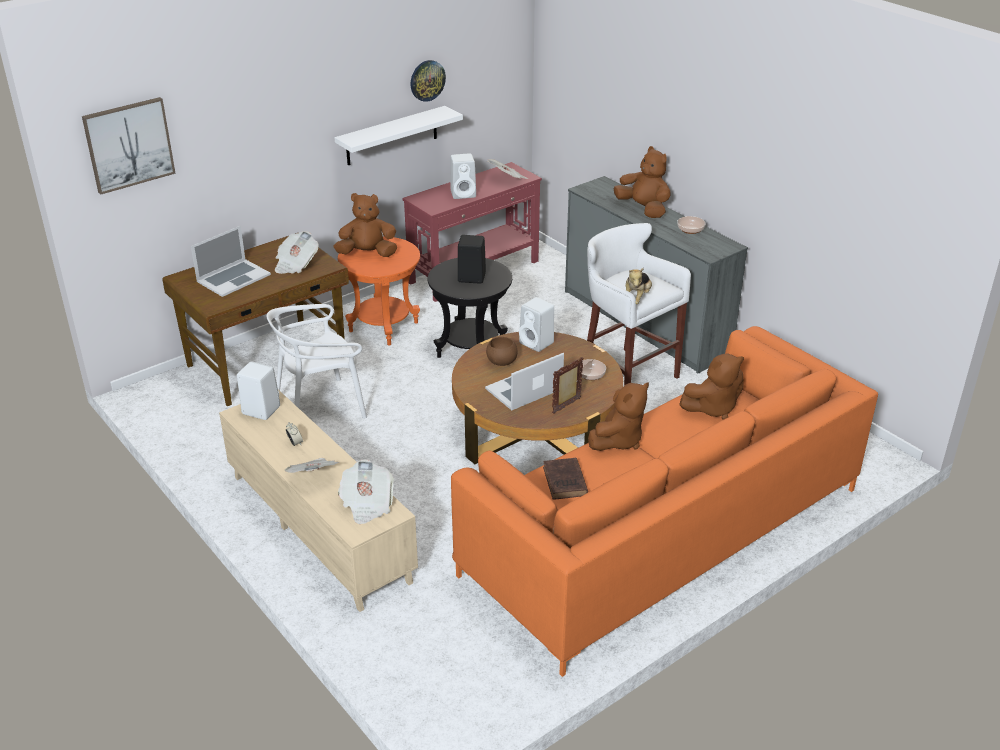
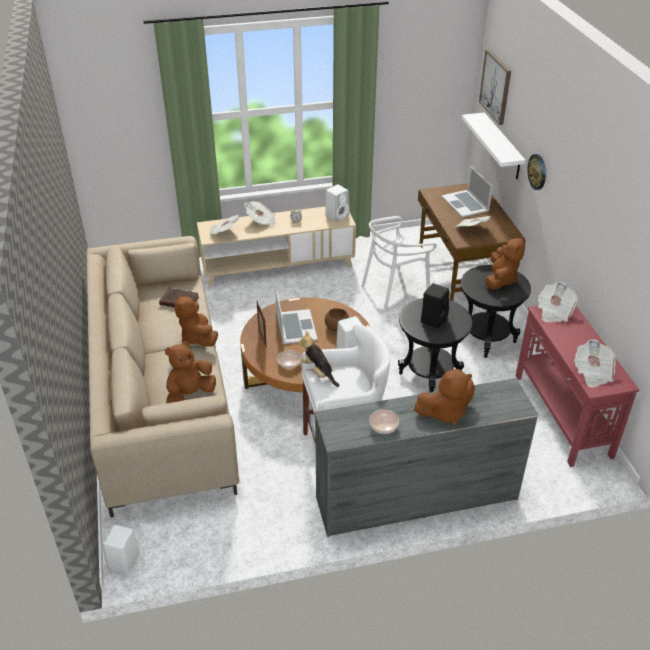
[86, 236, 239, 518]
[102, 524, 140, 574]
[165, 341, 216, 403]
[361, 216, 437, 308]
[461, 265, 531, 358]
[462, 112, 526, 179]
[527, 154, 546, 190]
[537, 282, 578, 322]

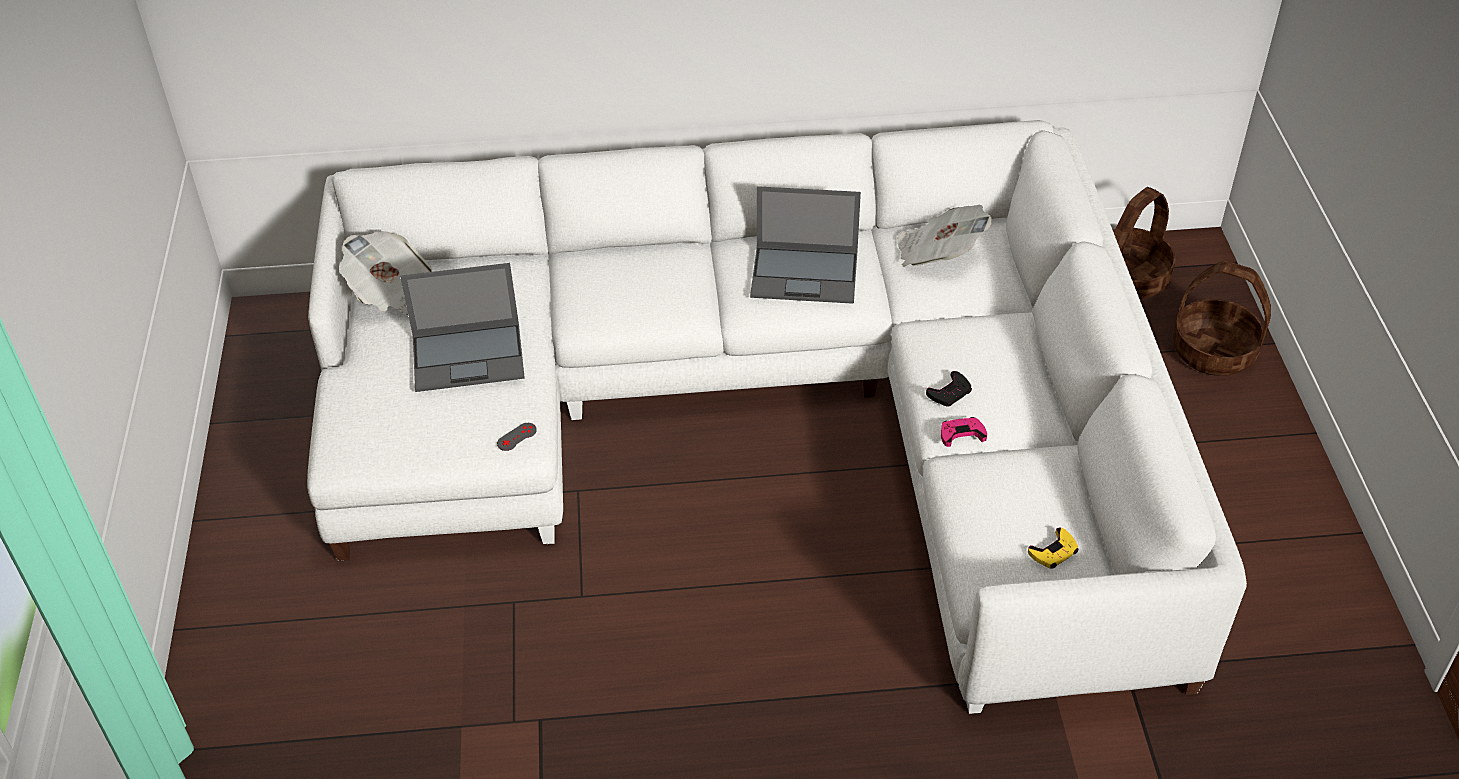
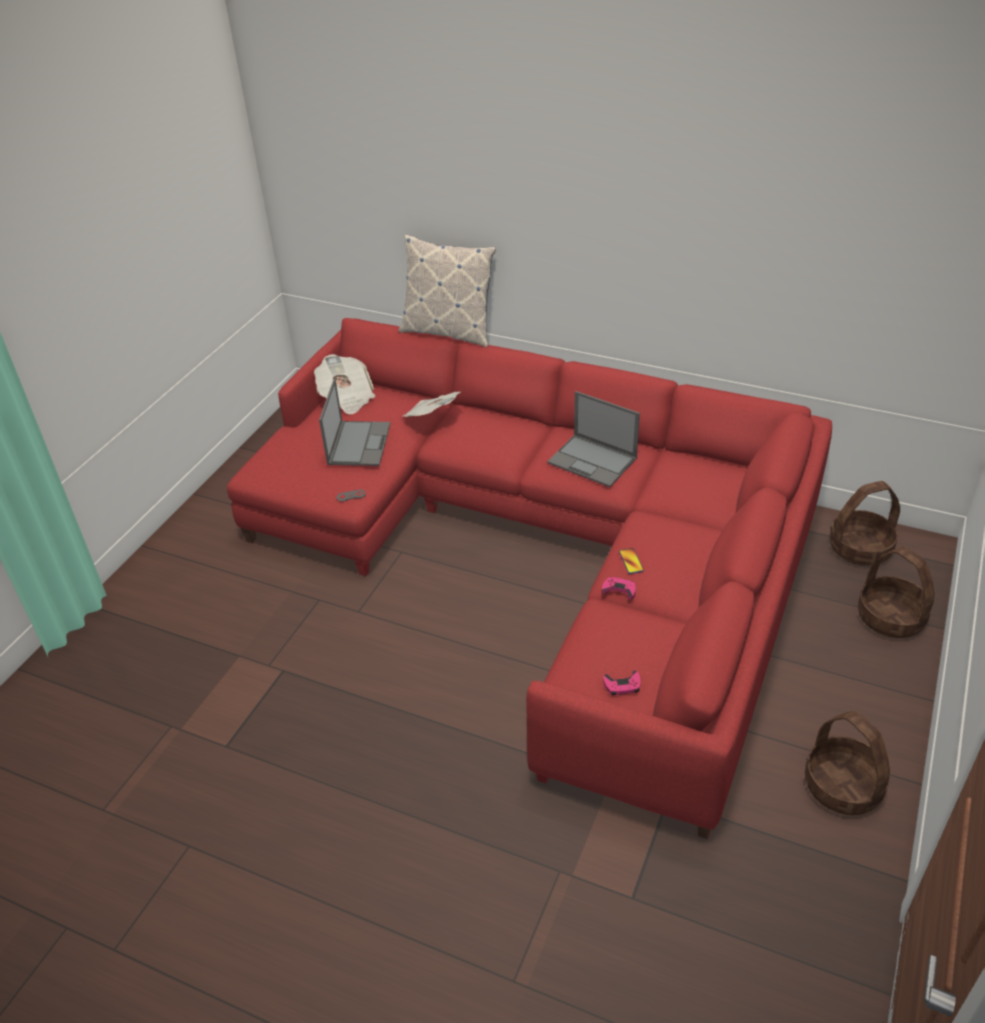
[227, 318, 832, 839]
[319, 379, 391, 466]
[398, 234, 496, 348]
[402, 392, 461, 417]
[603, 670, 640, 695]
[619, 548, 644, 574]
[805, 711, 890, 815]

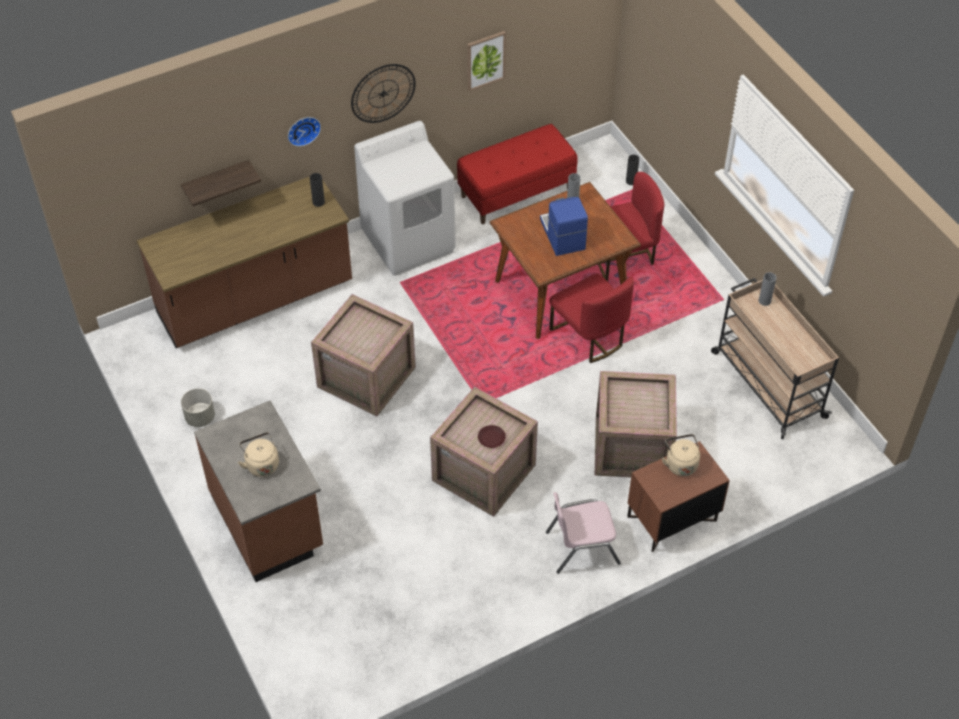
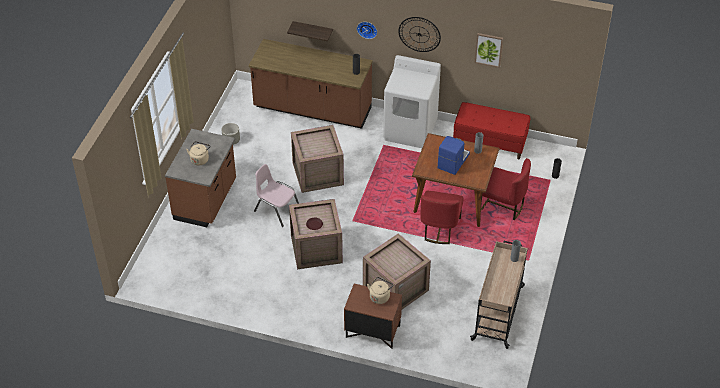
[254, 164, 299, 227]

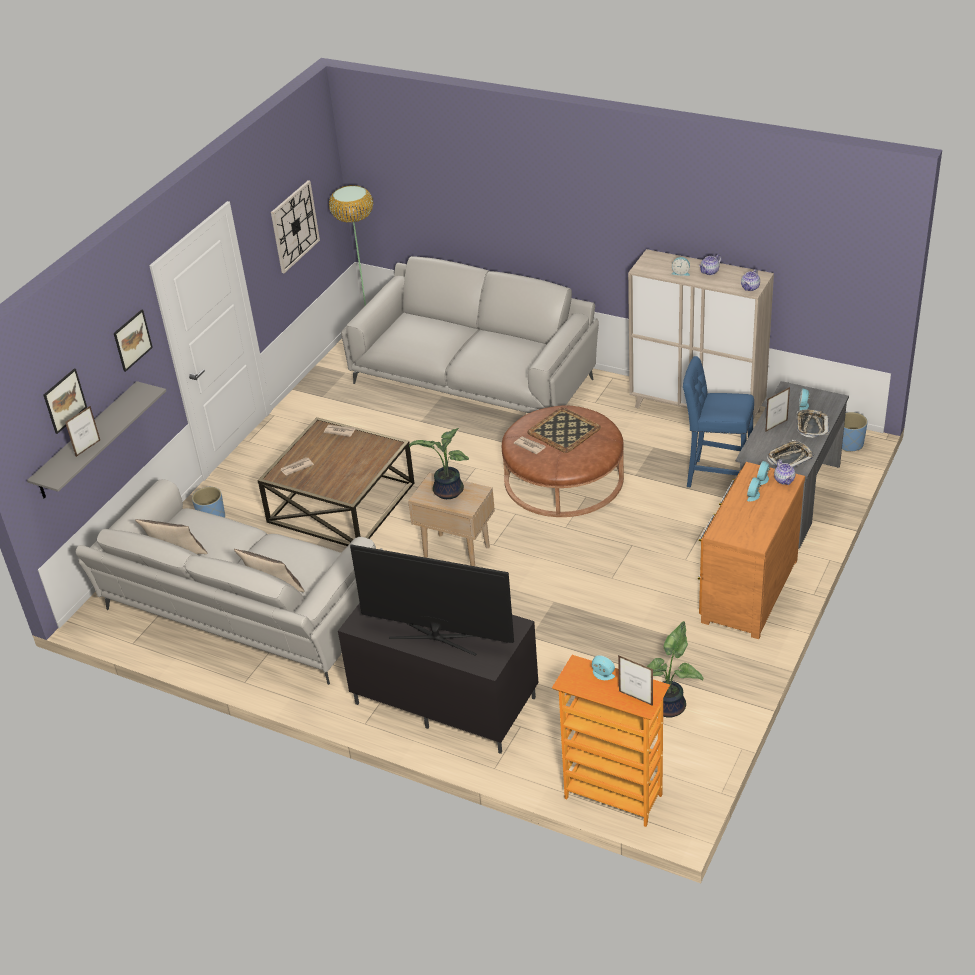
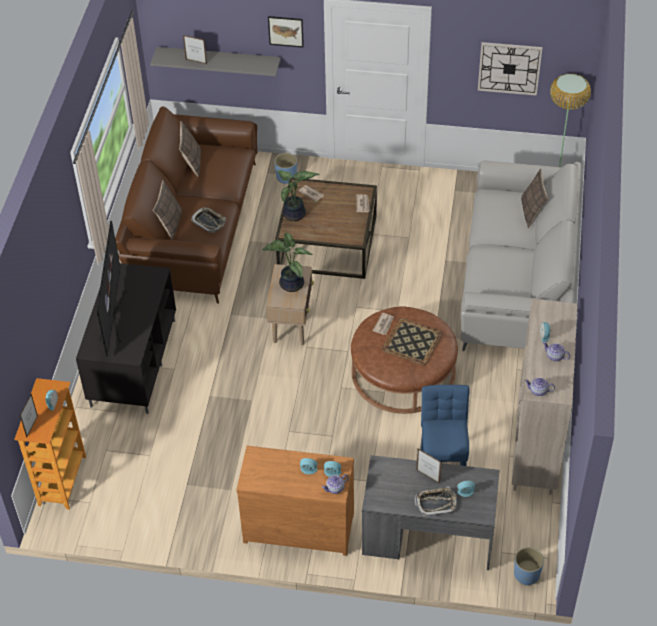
[115, 106, 257, 304]
[191, 207, 226, 233]
[277, 170, 320, 221]
[521, 168, 548, 228]
[44, 369, 87, 434] (first image)

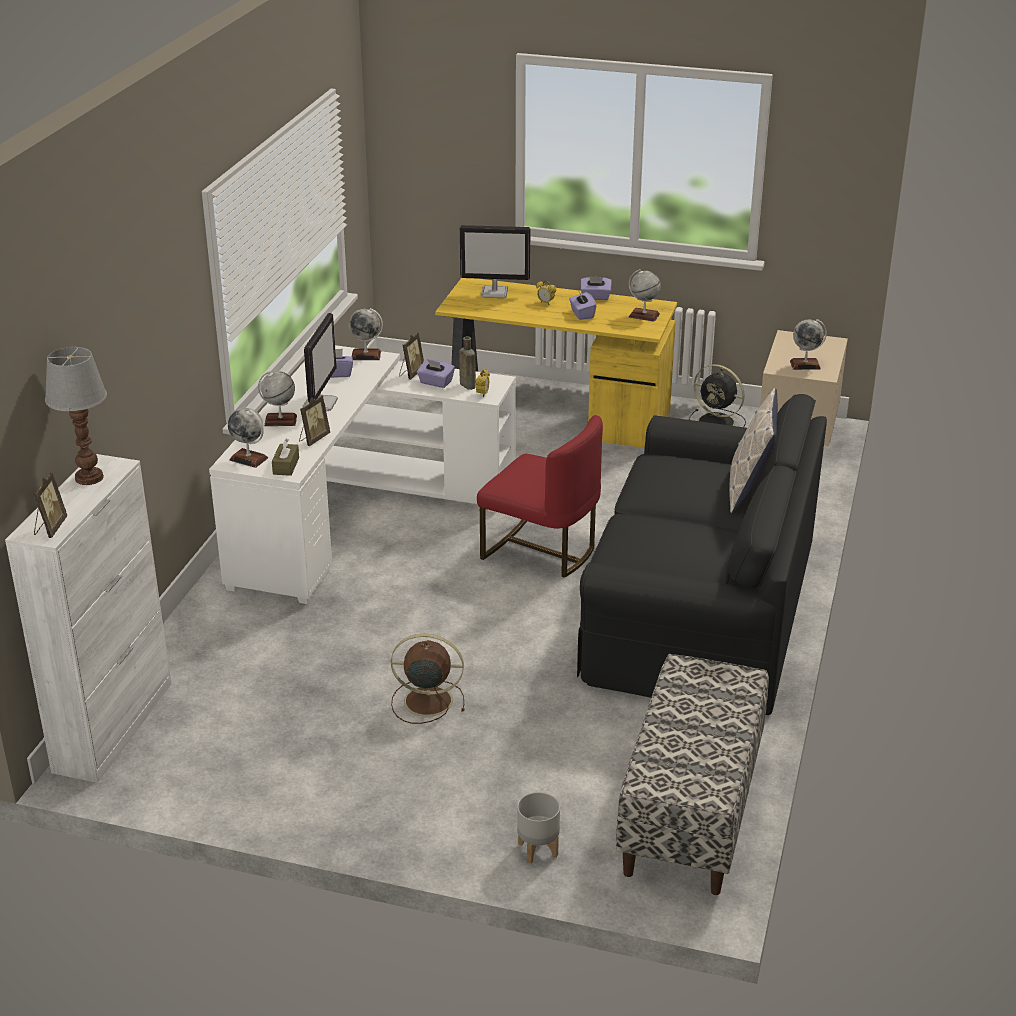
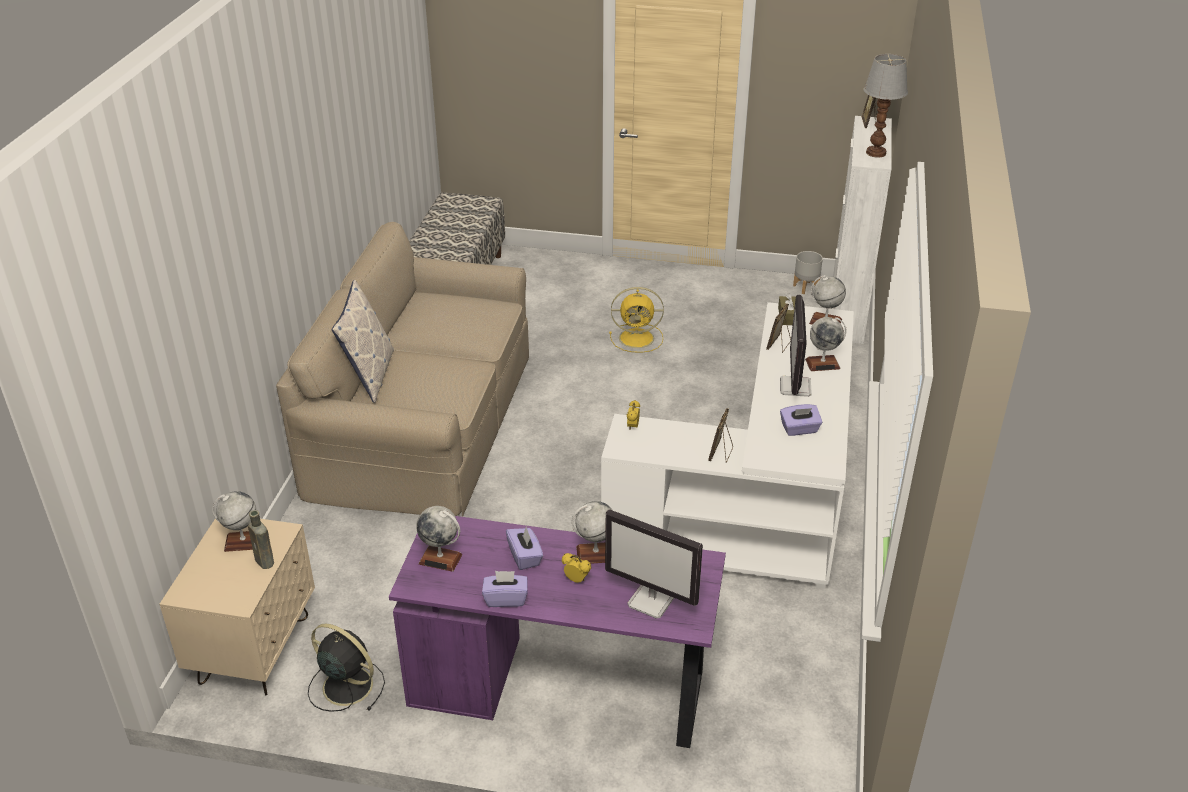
[248, 510, 274, 569]
[276, 222, 529, 517]
[389, 516, 726, 748]
[572, 501, 612, 564]
[605, 509, 703, 619]
[609, 287, 664, 353]
[793, 251, 823, 294]
[417, 359, 455, 388] (first image)
[477, 415, 603, 578] (first image)

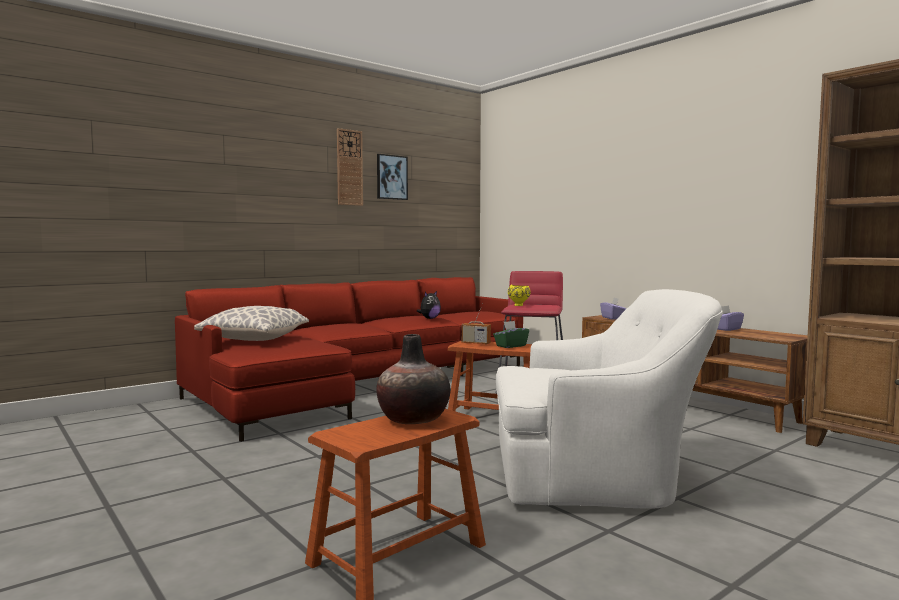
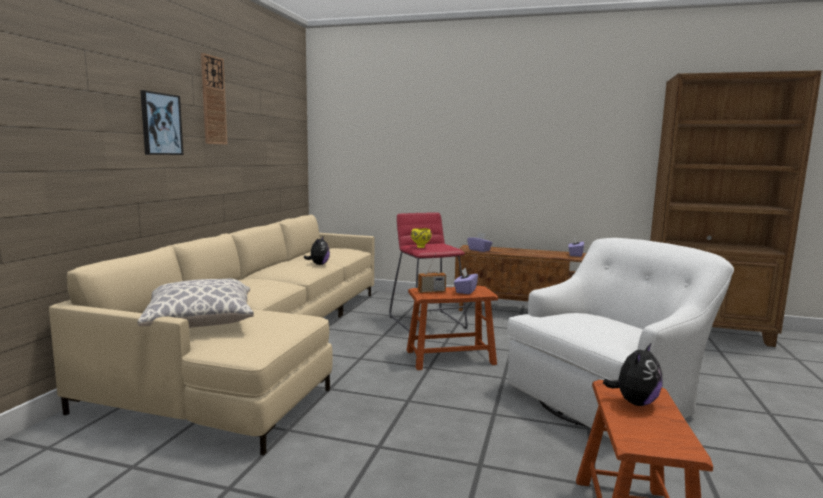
[49, 215, 374, 455]
[140, 90, 183, 155]
[454, 268, 478, 294]
[603, 342, 663, 406]

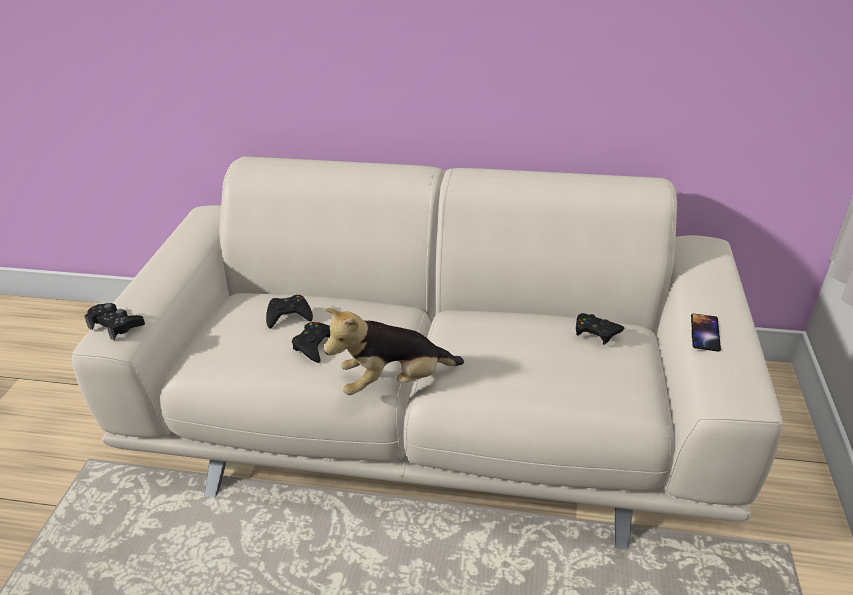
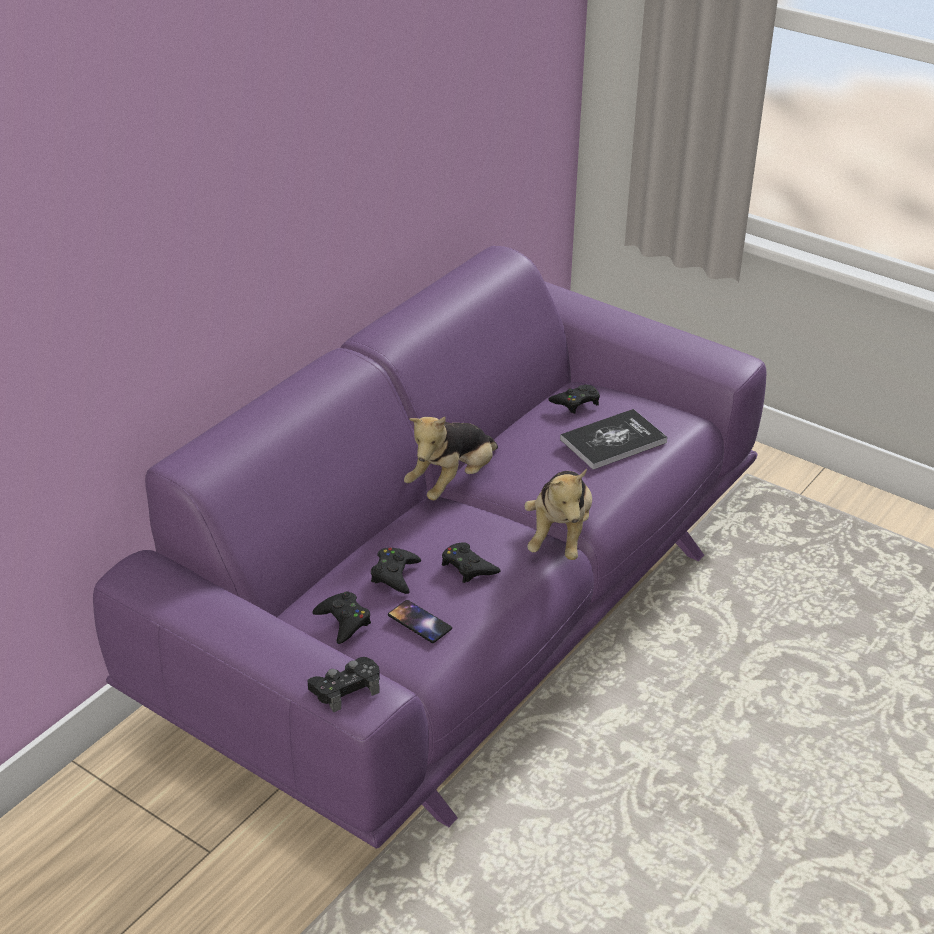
[93, 246, 766, 849]
[312, 591, 371, 644]
[388, 600, 452, 643]
[404, 417, 498, 500]
[560, 409, 668, 470]

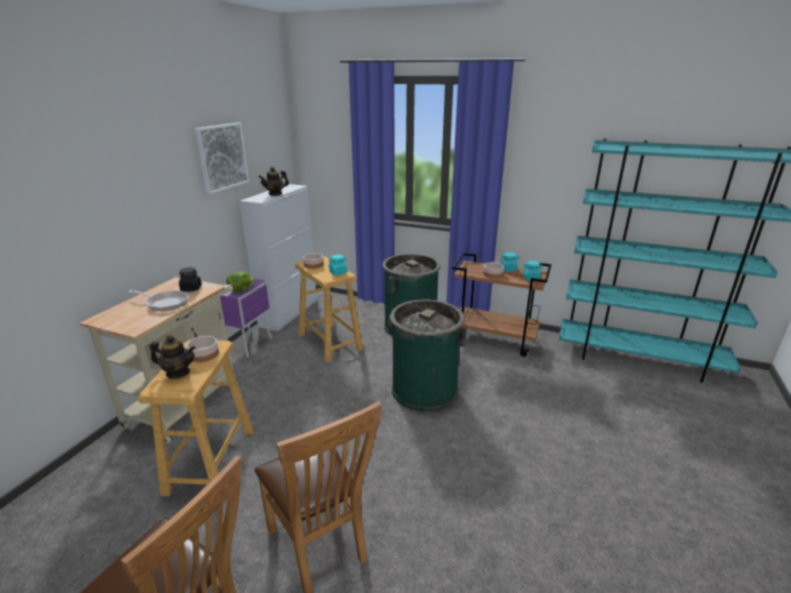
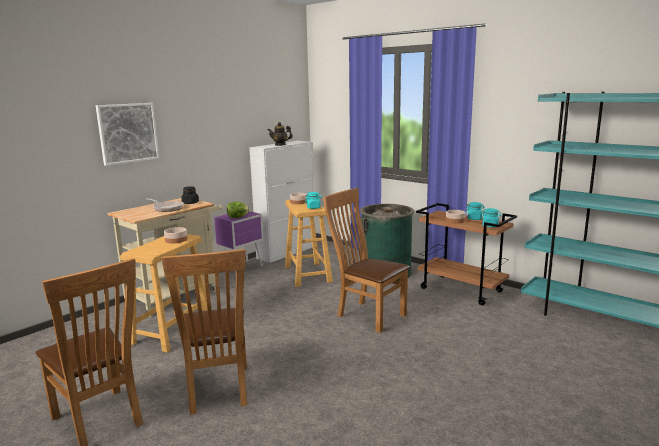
[96, 103, 159, 166]
[323, 188, 410, 333]
[150, 335, 196, 379] (first image)

